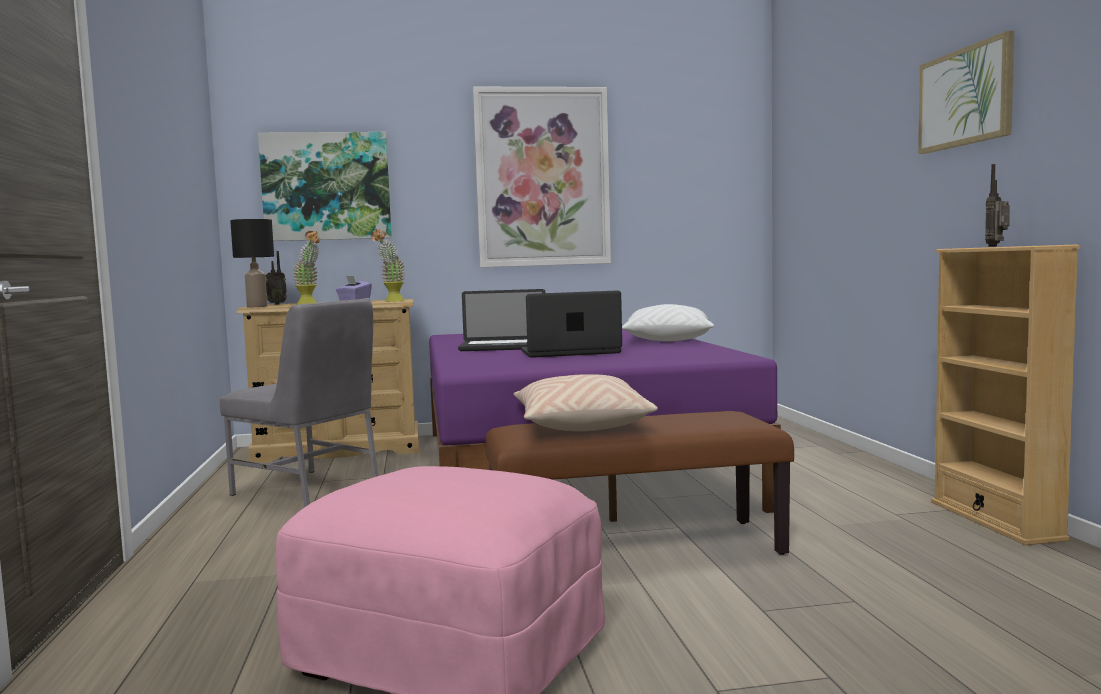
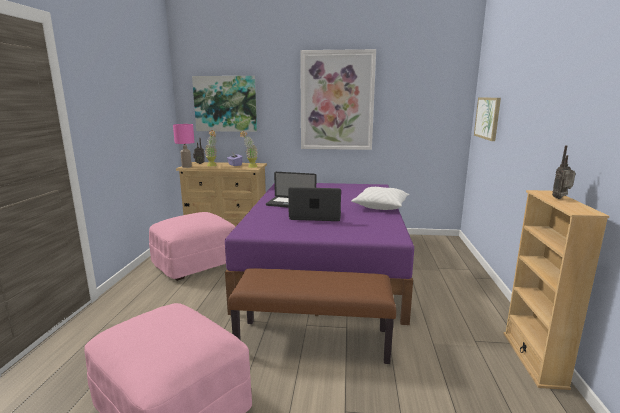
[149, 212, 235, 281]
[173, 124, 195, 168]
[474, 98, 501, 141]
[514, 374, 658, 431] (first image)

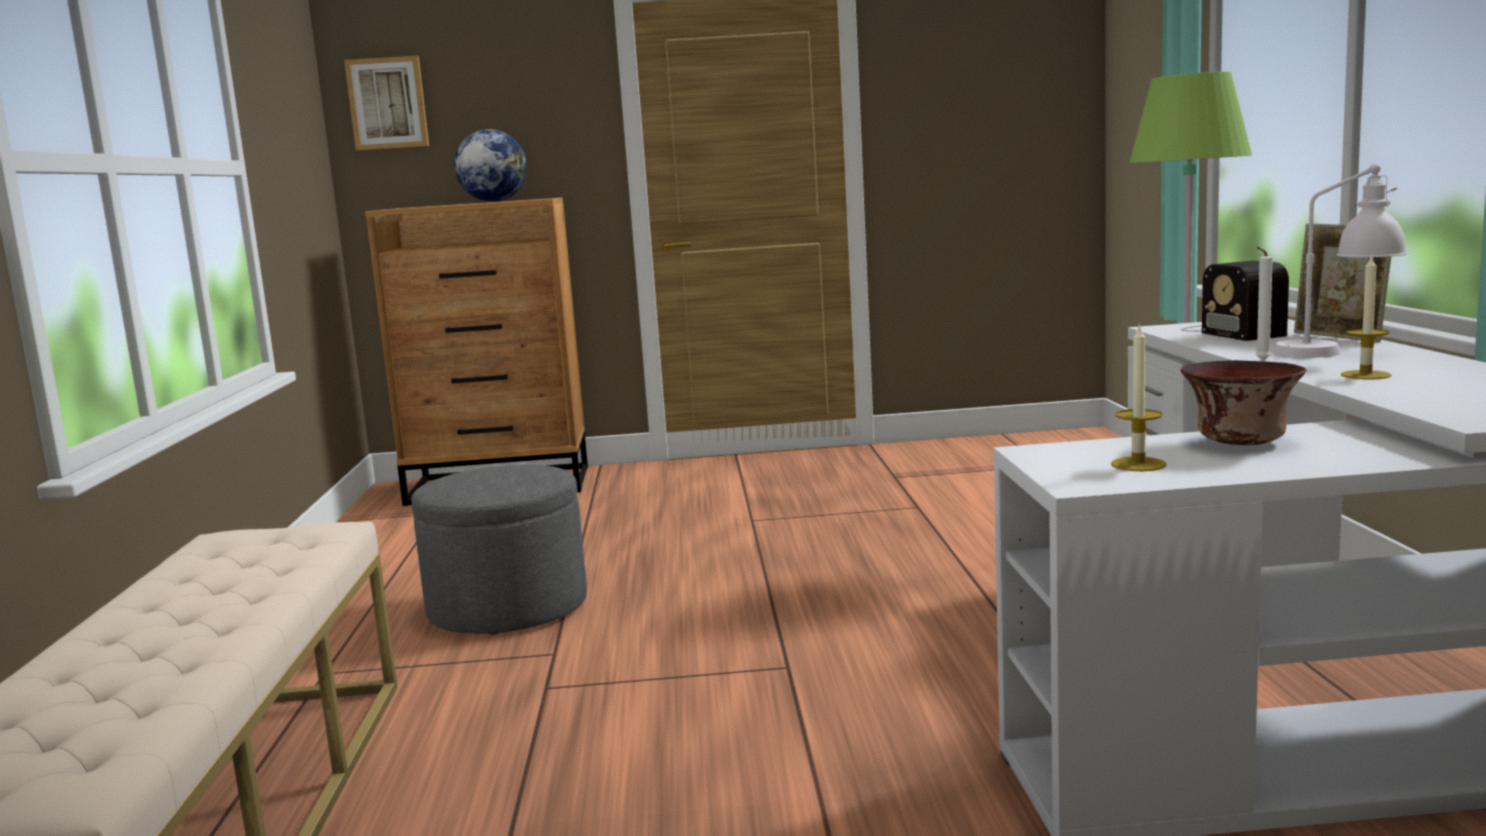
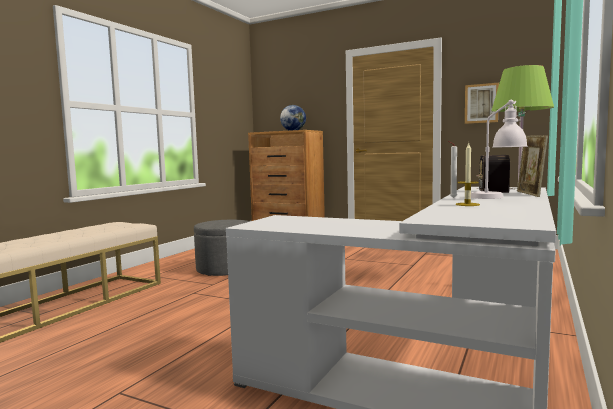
[465, 83, 499, 124]
[1111, 323, 1166, 471] (first image)
[1180, 360, 1306, 445] (first image)

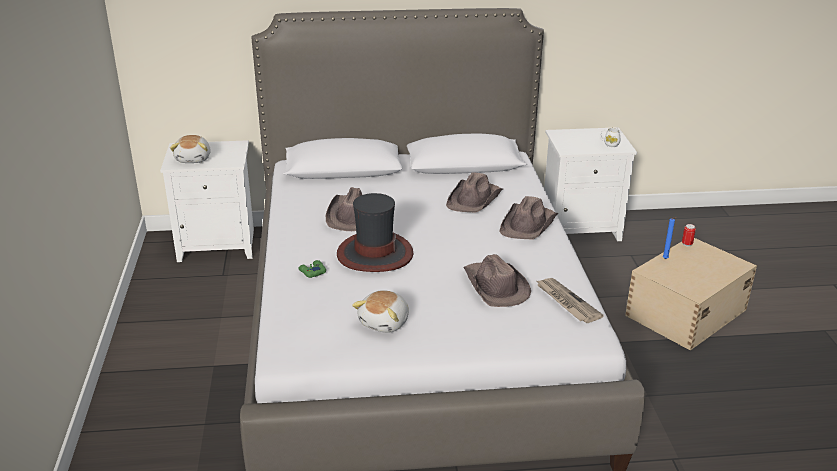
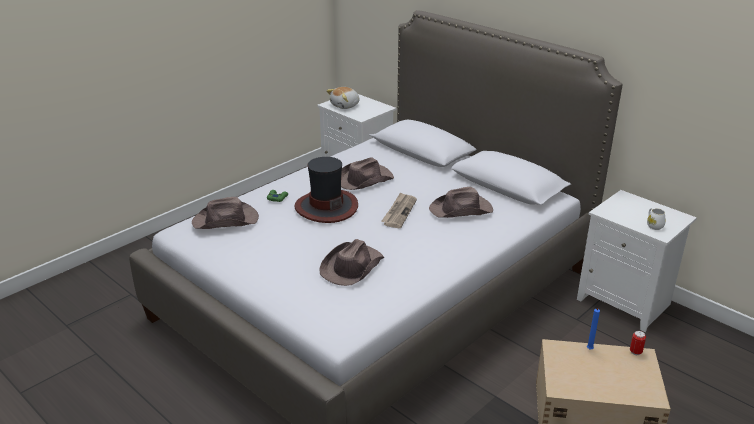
[192, 197, 259, 229]
[381, 192, 417, 228]
[352, 290, 409, 333] (first image)

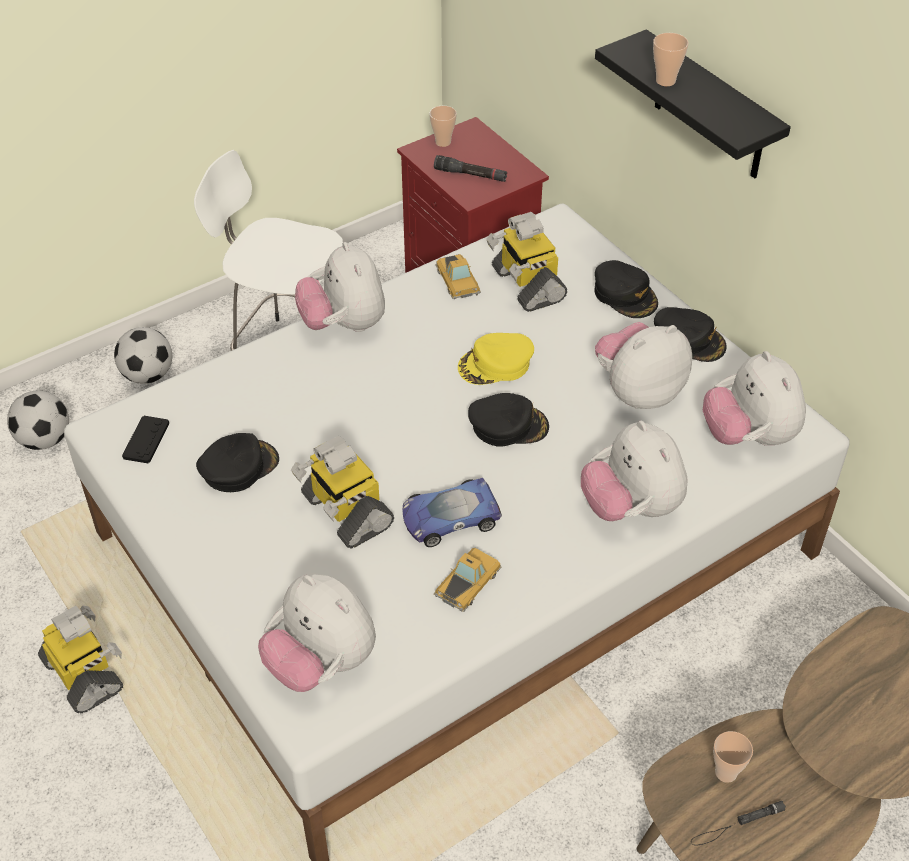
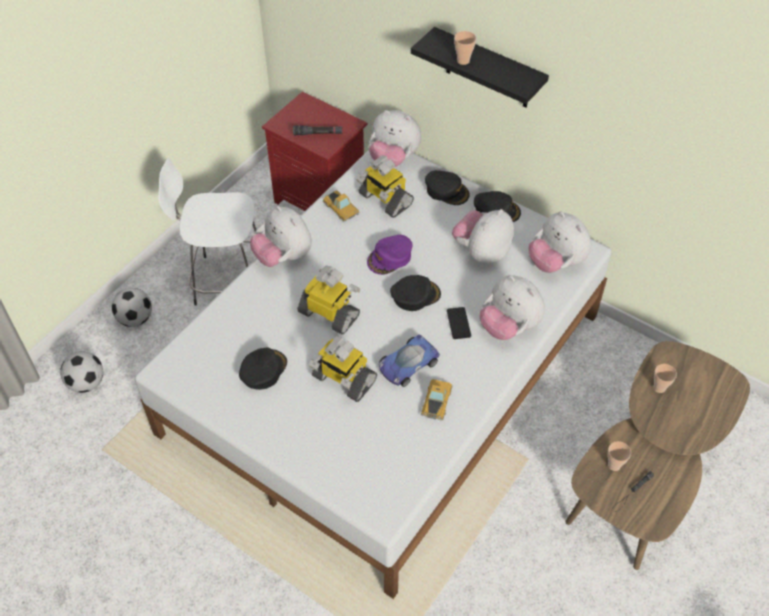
[298, 266, 360, 334]
[367, 235, 413, 275]
[369, 110, 421, 167]
[447, 307, 471, 339]
[653, 364, 677, 393]

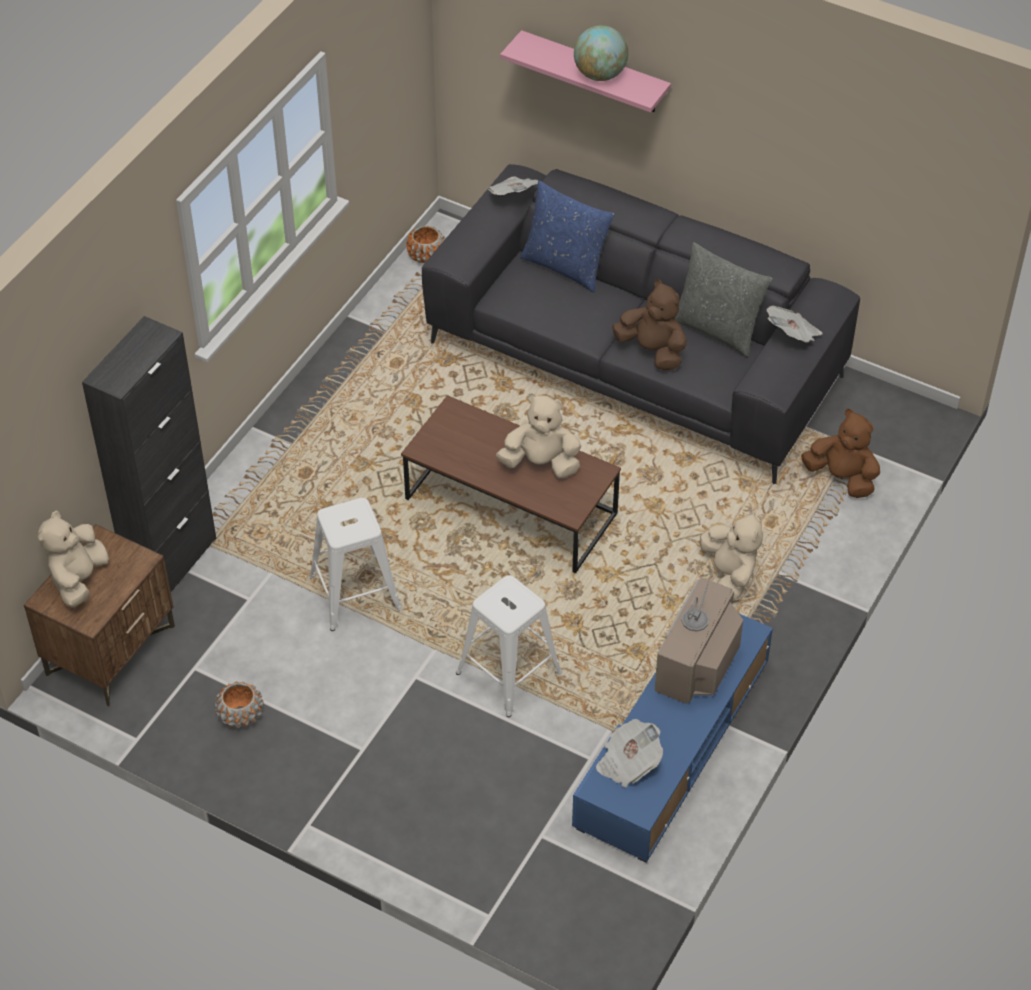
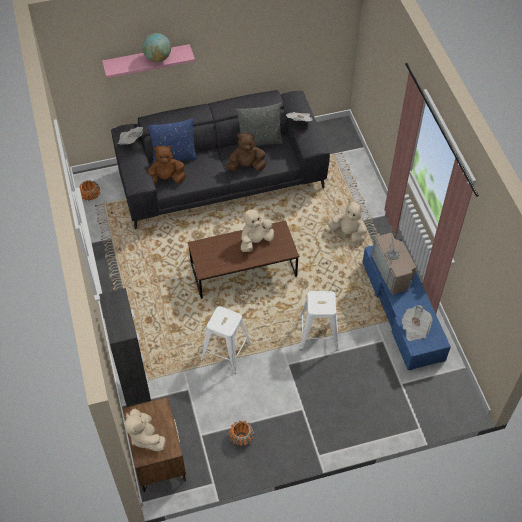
[148, 146, 186, 184]

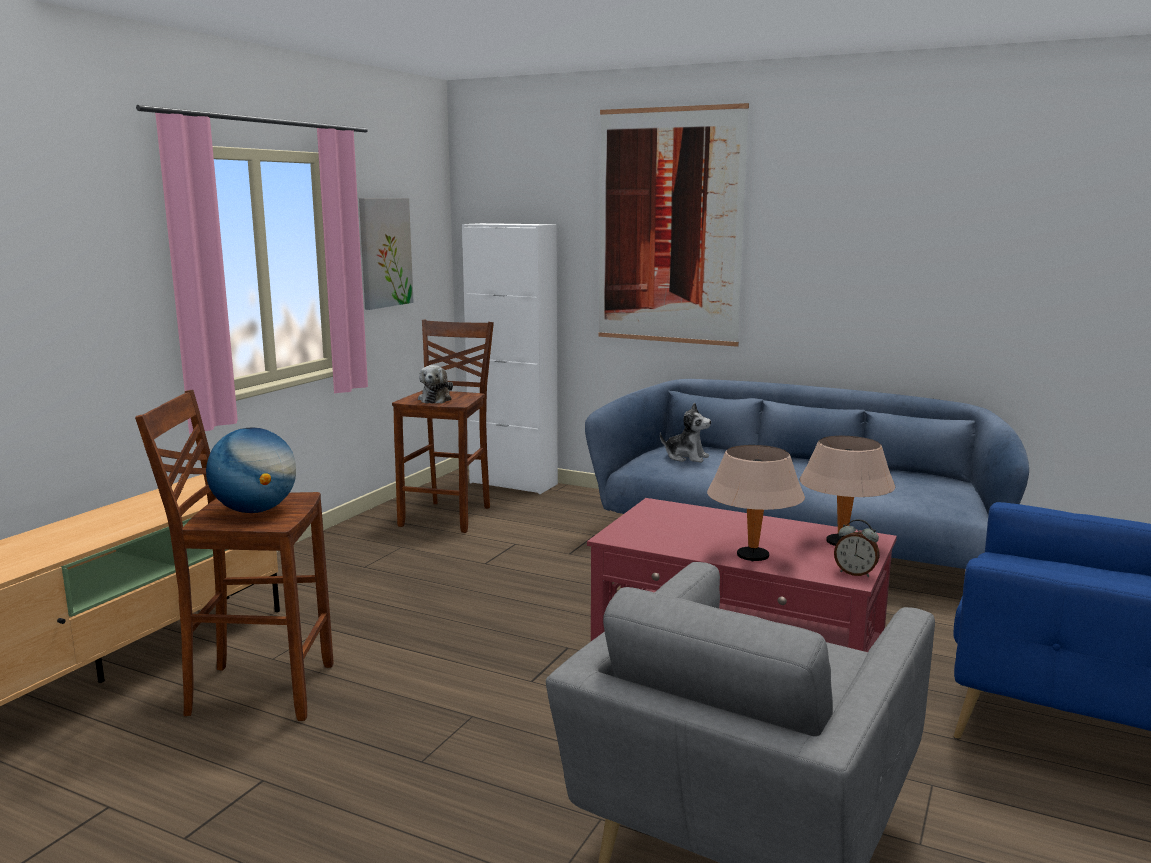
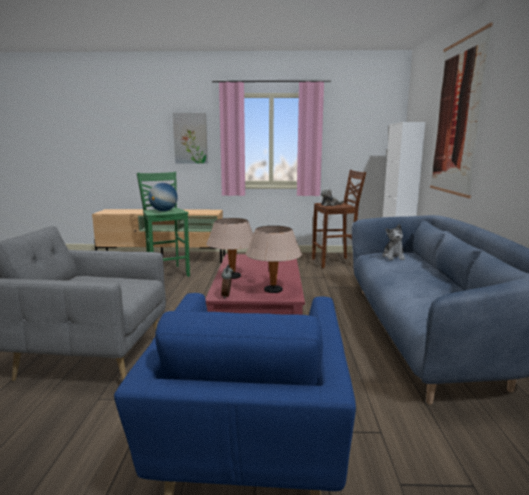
[137, 172, 190, 277]
[173, 113, 208, 163]

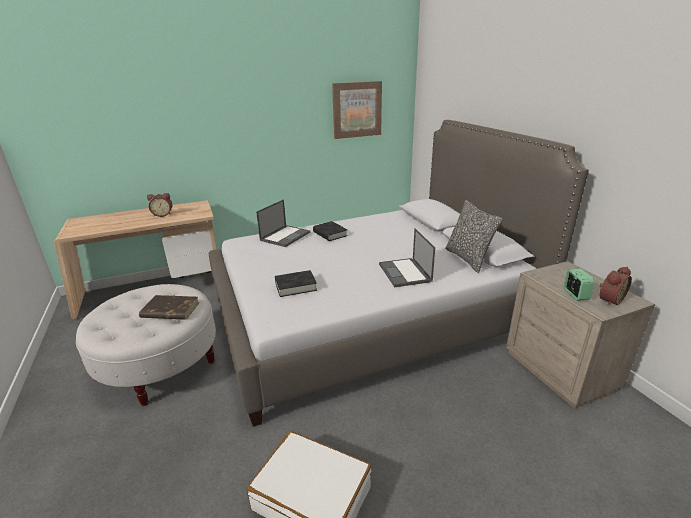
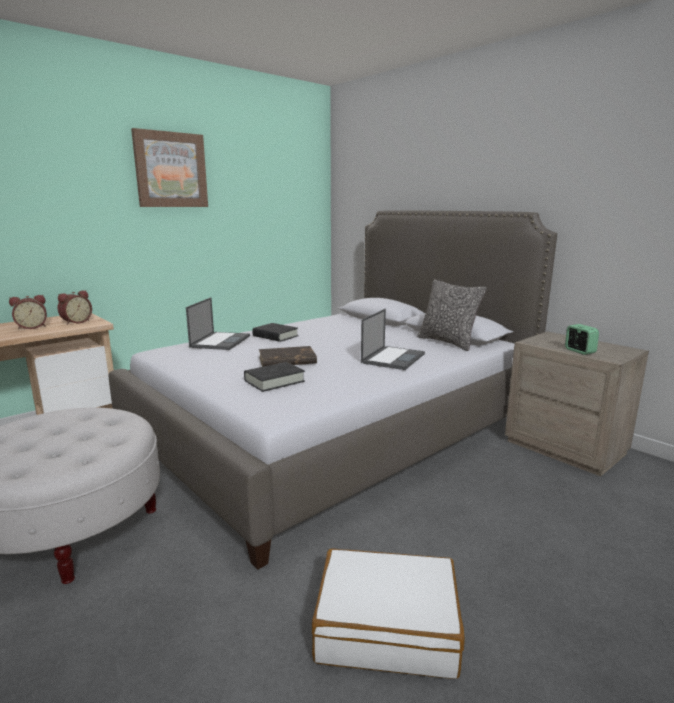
[58, 290, 92, 325]
[131, 128, 208, 207]
[259, 346, 317, 367]
[361, 309, 425, 370]

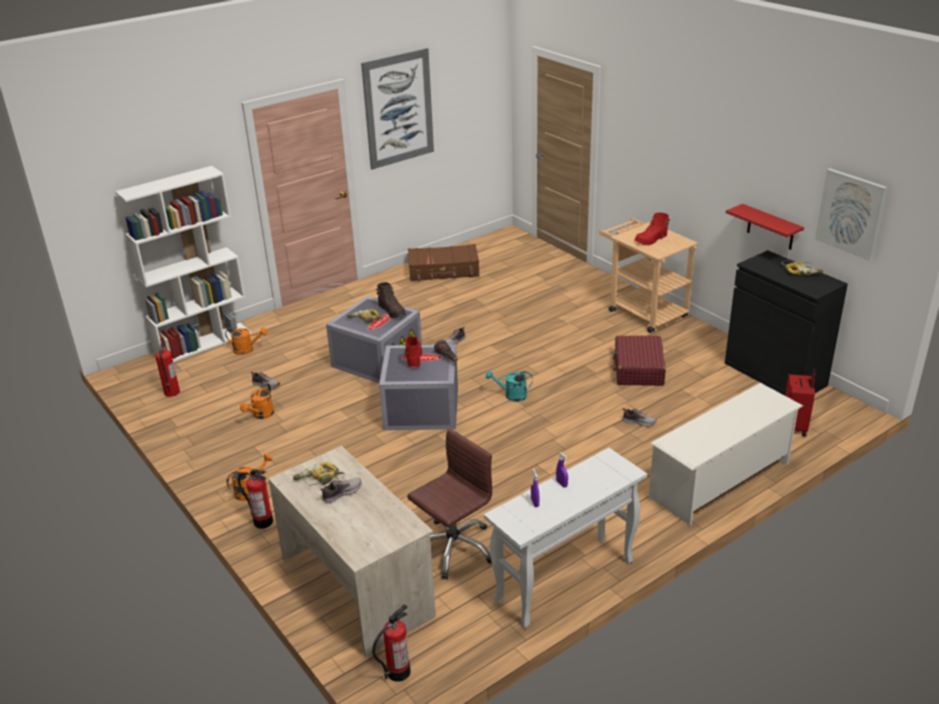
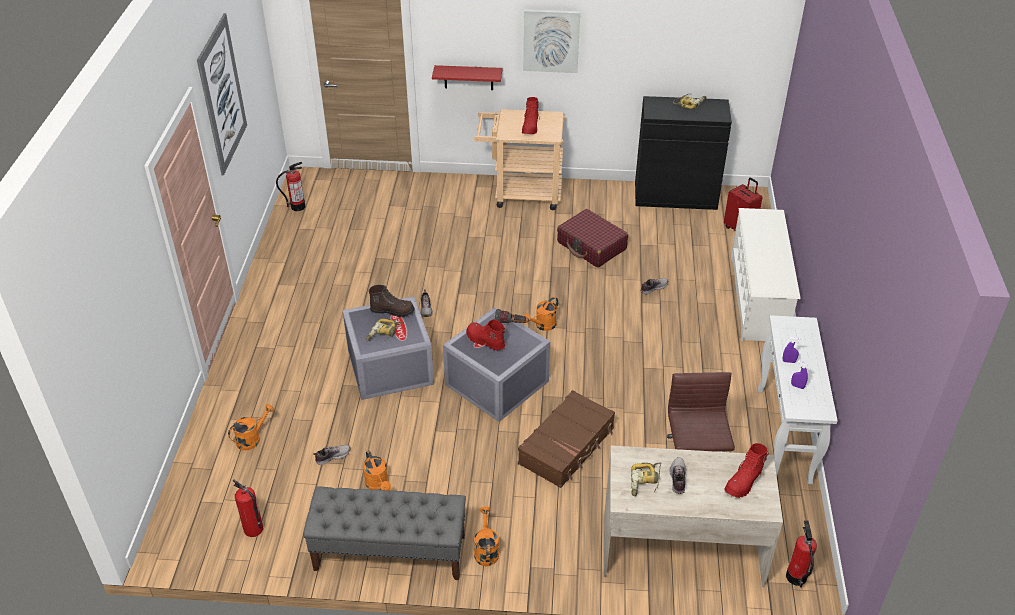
[276, 162, 305, 211]
[303, 487, 466, 580]
[432, 65, 503, 90]
[518, 390, 615, 488]
[523, 9, 580, 73]
[524, 297, 559, 331]
[724, 443, 769, 498]
[115, 166, 252, 362] (first image)

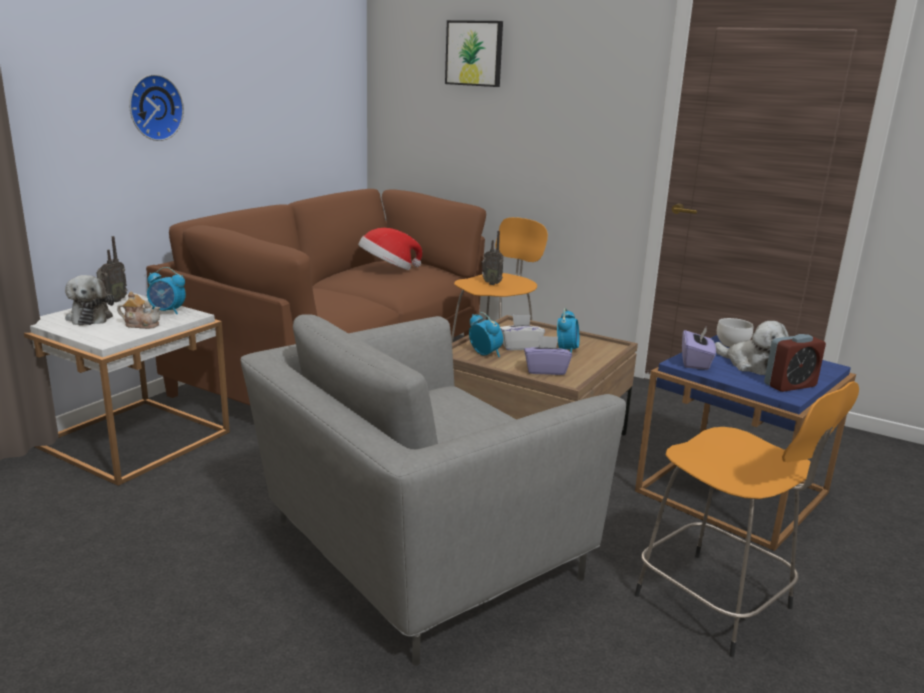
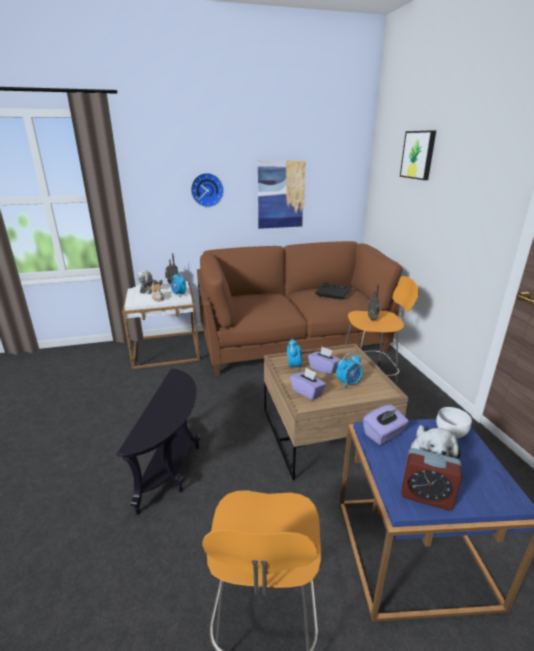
[116, 369, 201, 515]
[258, 160, 306, 229]
[308, 347, 341, 375]
[314, 282, 353, 300]

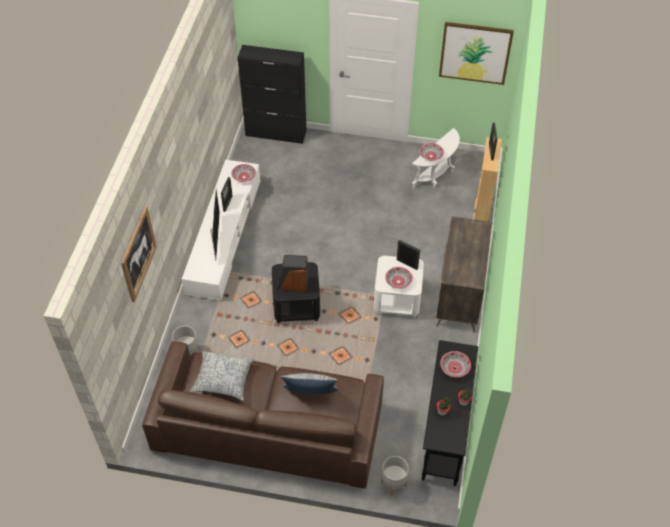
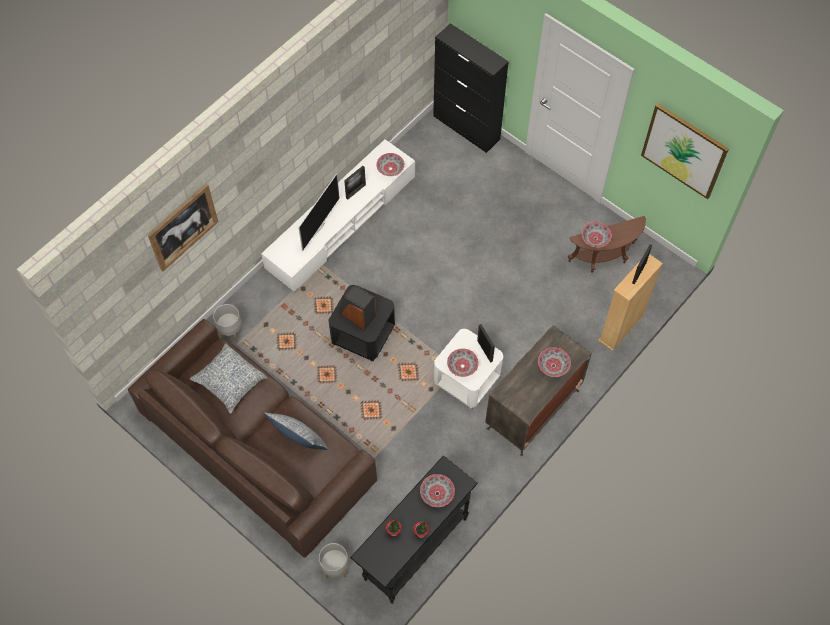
[538, 347, 571, 377]
[568, 216, 646, 273]

